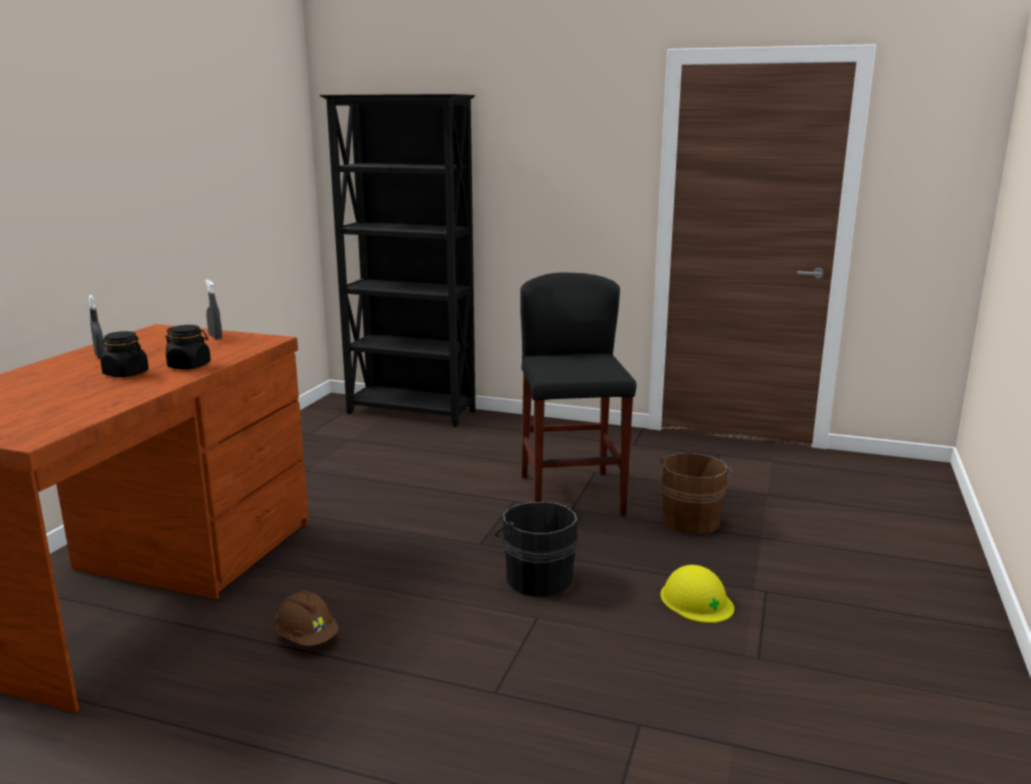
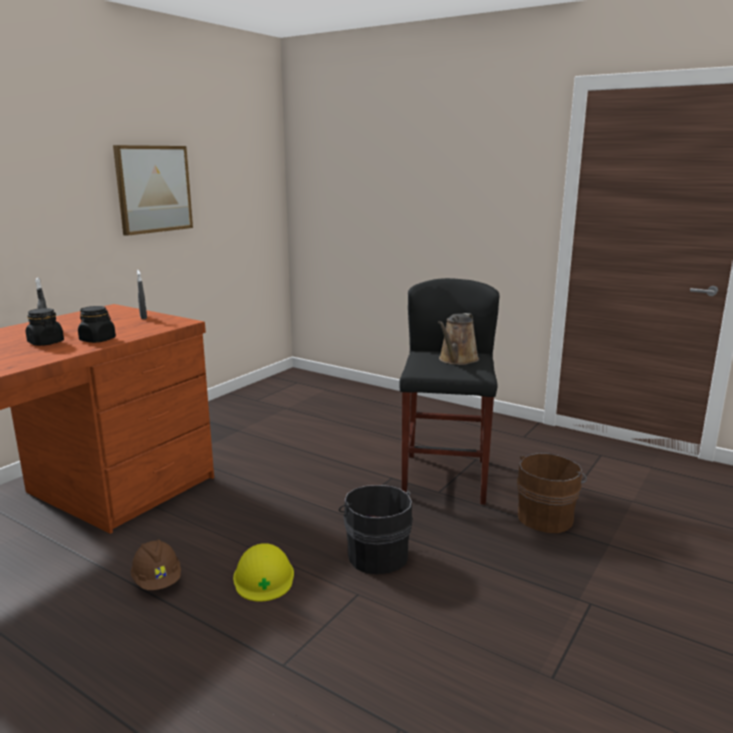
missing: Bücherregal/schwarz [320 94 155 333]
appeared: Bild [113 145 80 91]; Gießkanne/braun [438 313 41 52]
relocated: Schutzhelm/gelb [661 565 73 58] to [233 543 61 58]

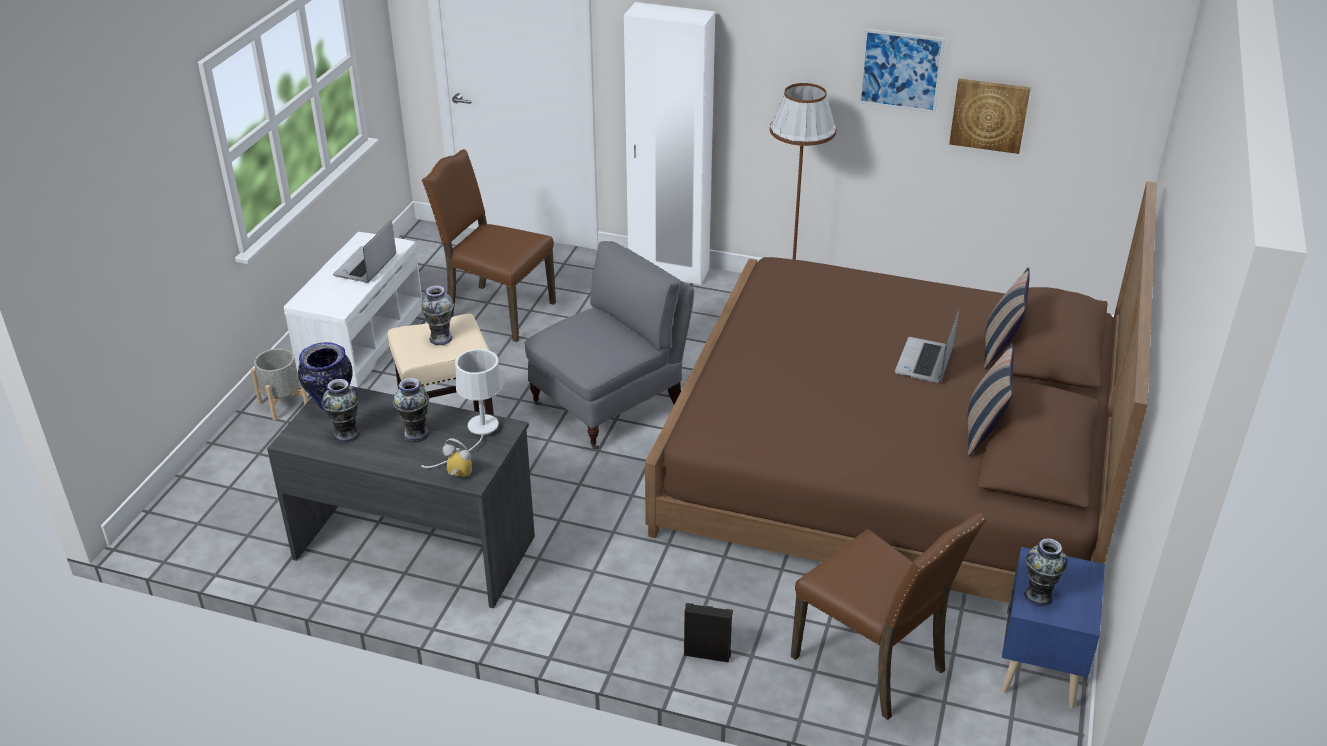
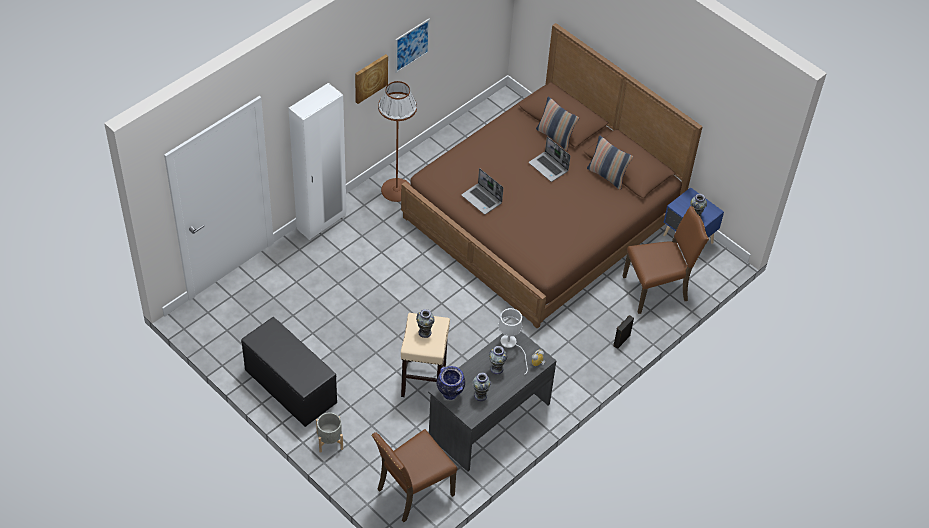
missing: Sessel/grau [524 241 170 208]
relocated: Bild [949 79 82 75] to [355 54 33 50]; Stuhl/braun [422 149 134 193] to [371 429 86 94]; Laptop [333 220 63 63] to [462 168 41 46]
colour: Bank/weiß [284 232 138 155] to Bank/schwarz [241 317 96 110]

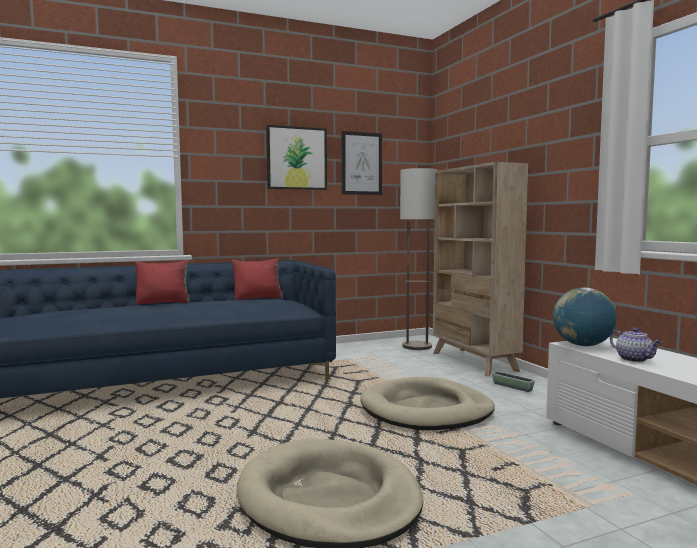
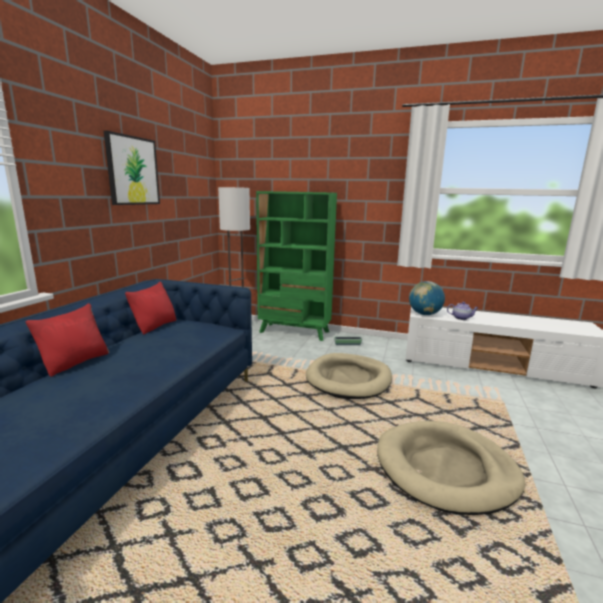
missing: Bild [342 131 40 64]
colour: Bücherregal/beige [433 162 95 214] to Bücherregal/grün [256 191 81 150]

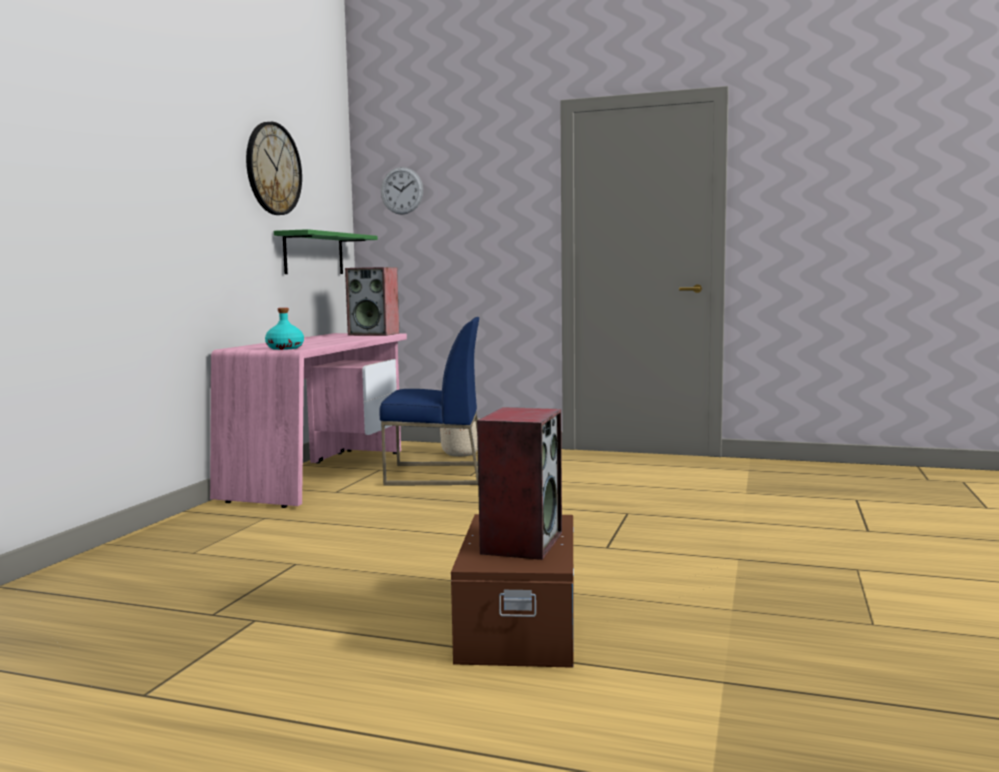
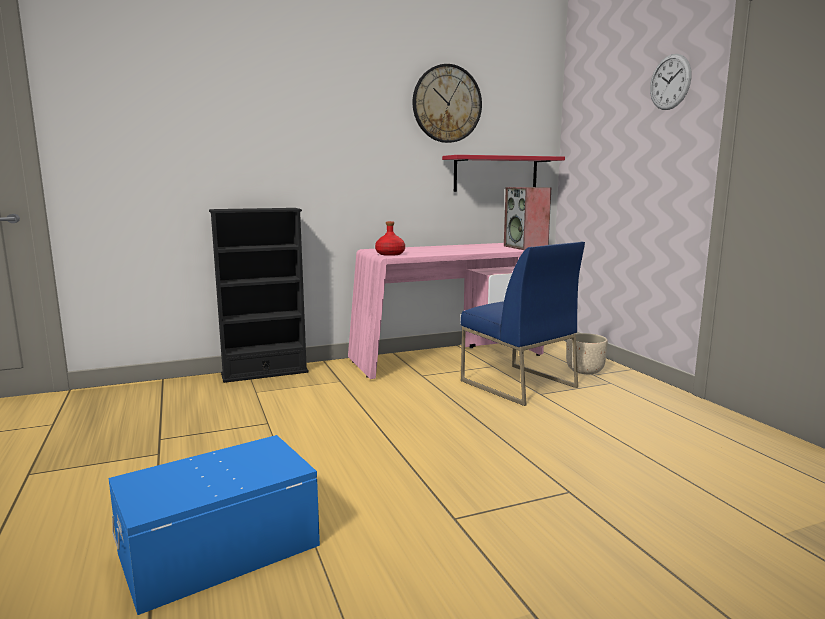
missing: Lautsprecher [477 407 85 153]
appeared: Bücherregal/schwarz [209 208 100 175]
relocated: Wanduhr [381 167 42 48] to [650 54 41 56]
colour: Wandregal/grün [274 229 104 45] to Wandregal/rot [442 155 123 37]; Flasche/türkis [265 308 39 42] to Flasche/rot [375 221 30 35]; Aufbewahrungsbox/braun [451 514 123 154] to Aufbewahrungsbox/blau [108 435 212 180]

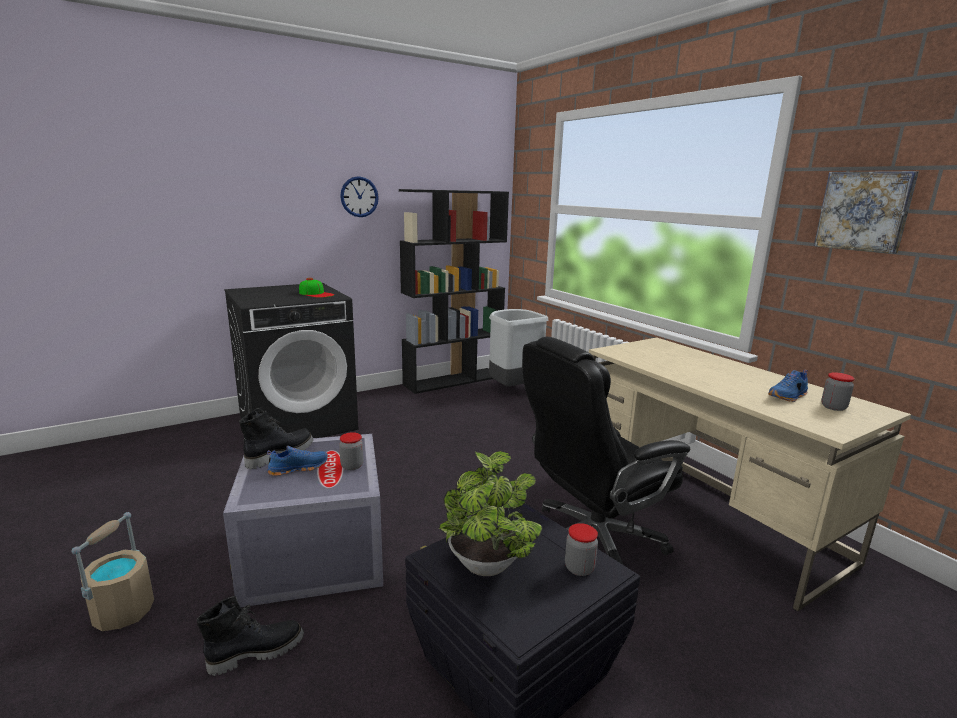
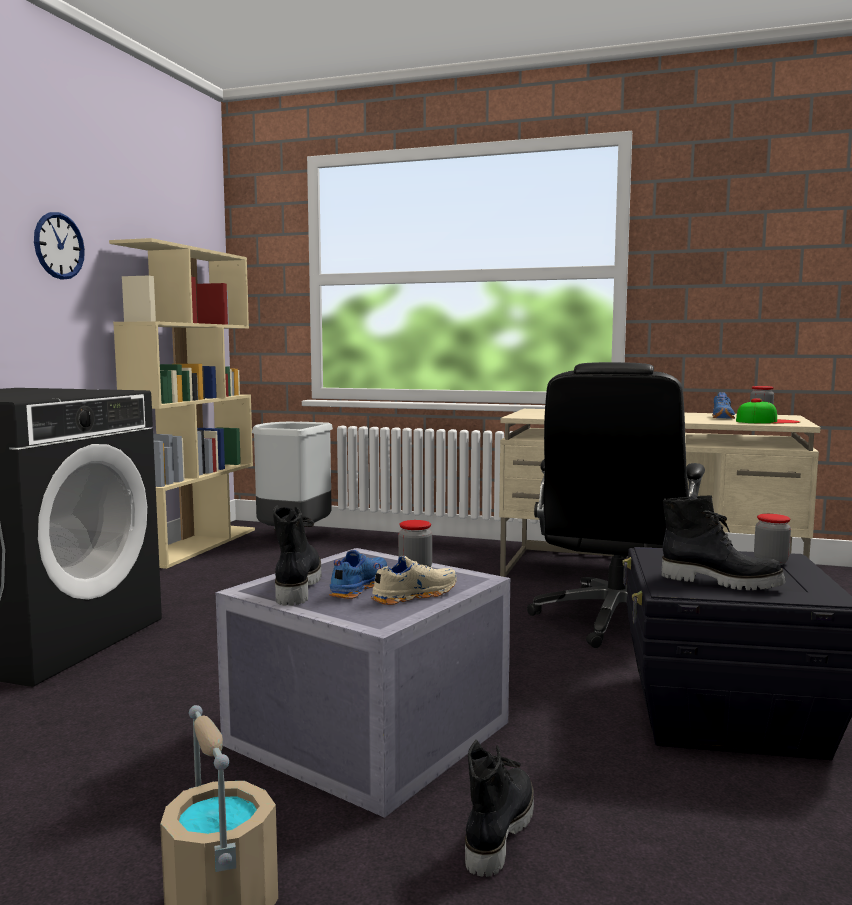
missing: Bild [814 171 105 83]
appeared: Schuh/beige [371 556 86 49]
relocated: Kappe [299 278 35 20] to [736 398 64 26]
exchanged: Topfpflanze [439 451 103 125] to Stiefel/schwarz [661 494 125 96]
colour: Bücherregal/schwarz [399 189 110 205] to Bücherregal/beige [109 238 146 331]

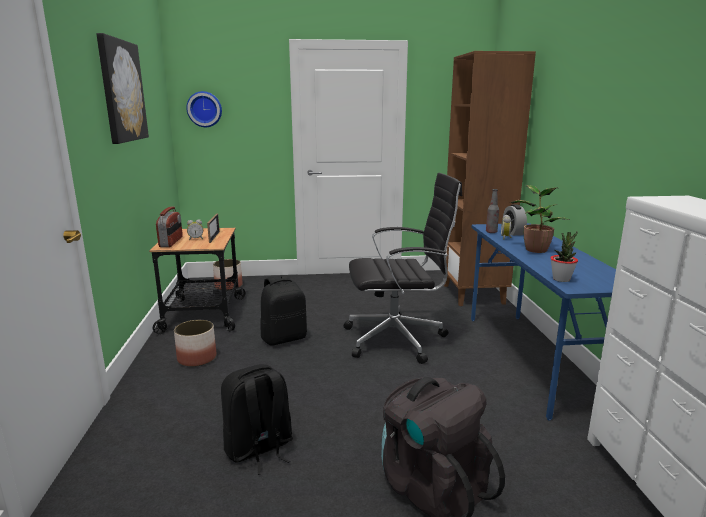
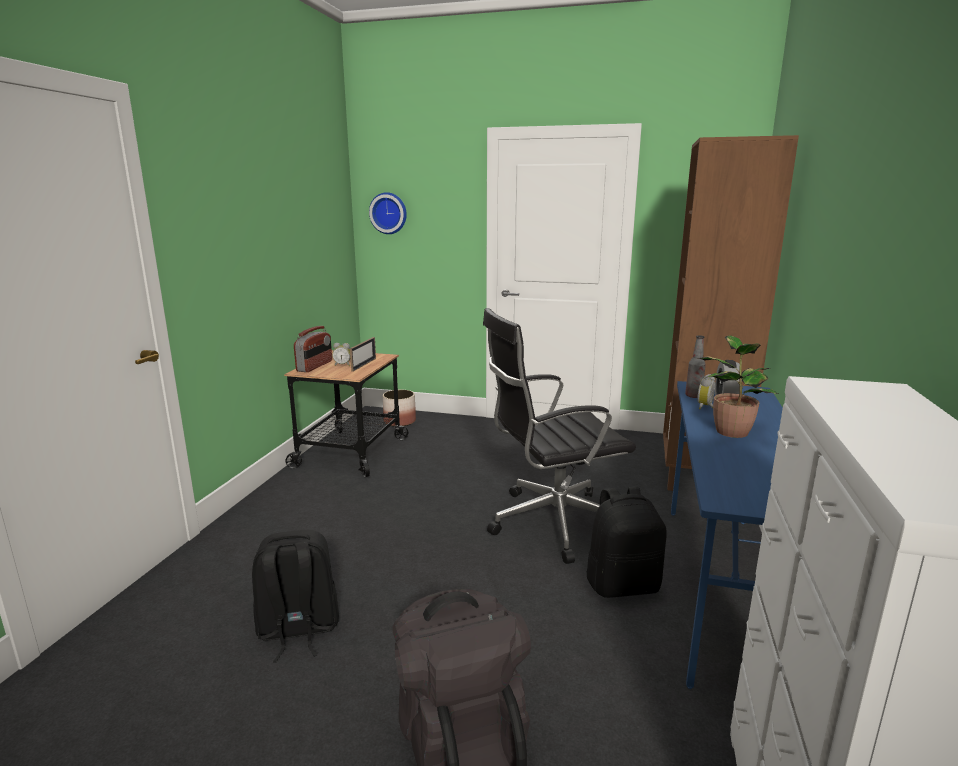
missing: Bild [96 33 53 111]; Topfpflanze [551 231 27 51]; Pflanzkübel [174 320 42 47]
relocated: Rucksack/schwarz [260 275 47 71] to [586 487 81 111]
spun: Bürostuhl/schwarz [343 173 119 191] = [483 308 153 256] 150 degrees clockwise

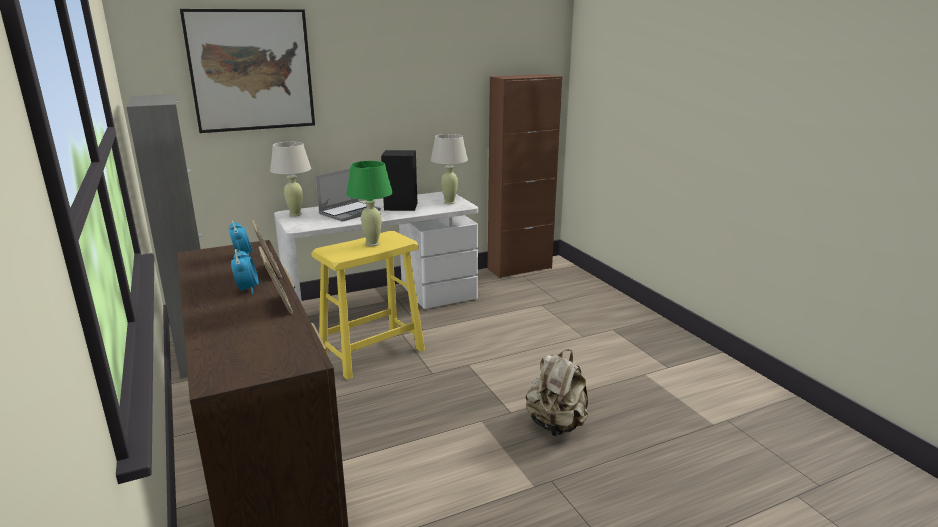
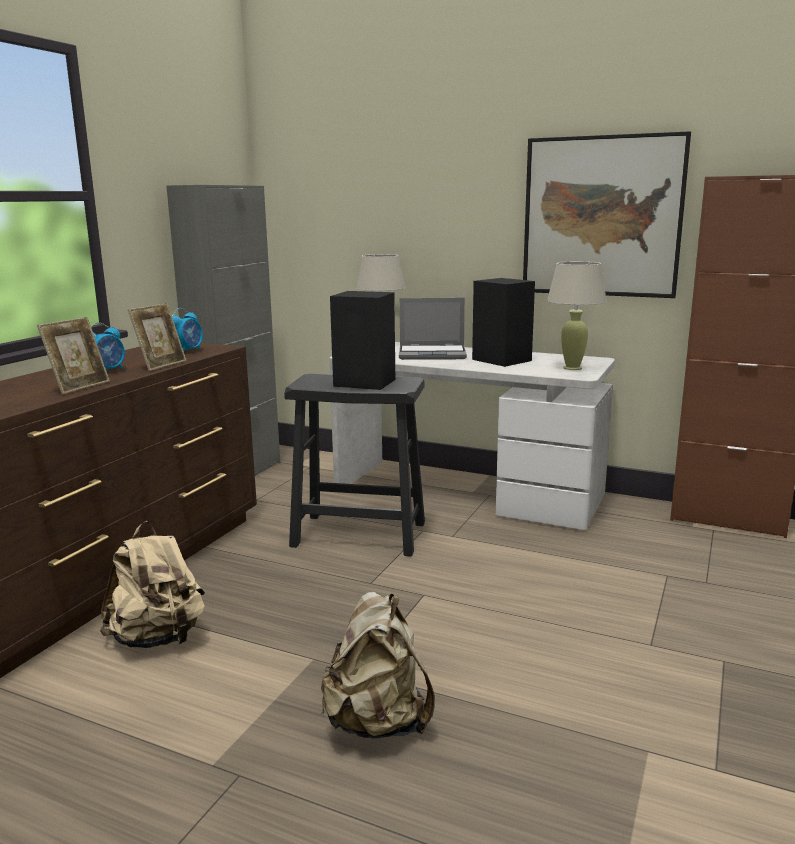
appeared: Rucksack/beige [100 521 105 127]
relocated: Bild [180 9 135 124] to [523 131 168 167]
exchanged: Tischlampe/grün [346 161 47 85] to Lautsprecher/schwarz [330 291 65 99]
colour: Hocker/gelb [311 231 114 149] to Hocker/schwarz [284 374 141 183]

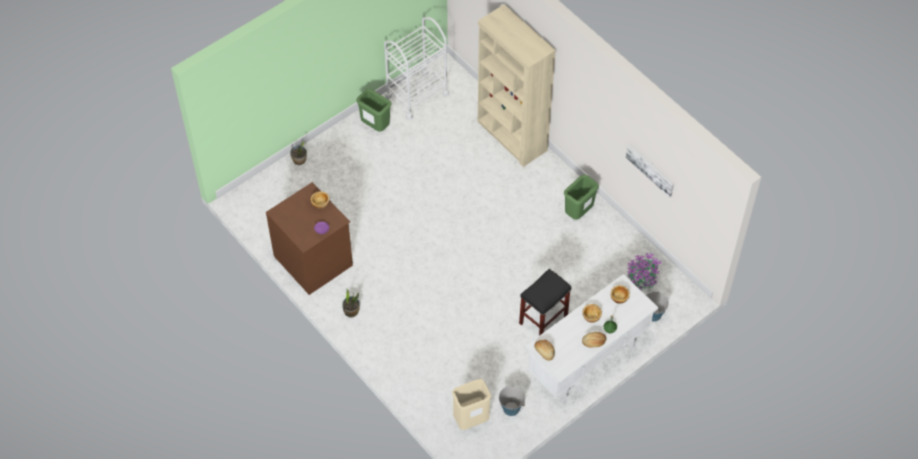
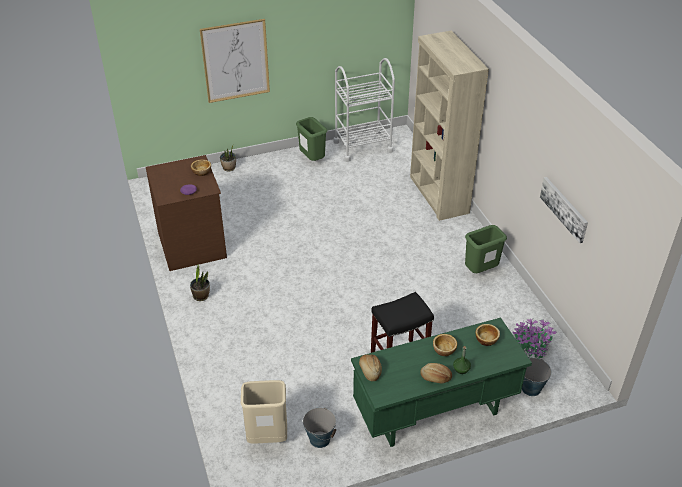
appeared: Bild [200 19 70 84]
colour: Schreibtisch/weiß [526 274 132 124] to Schreibtisch/grün [351 318 181 129]

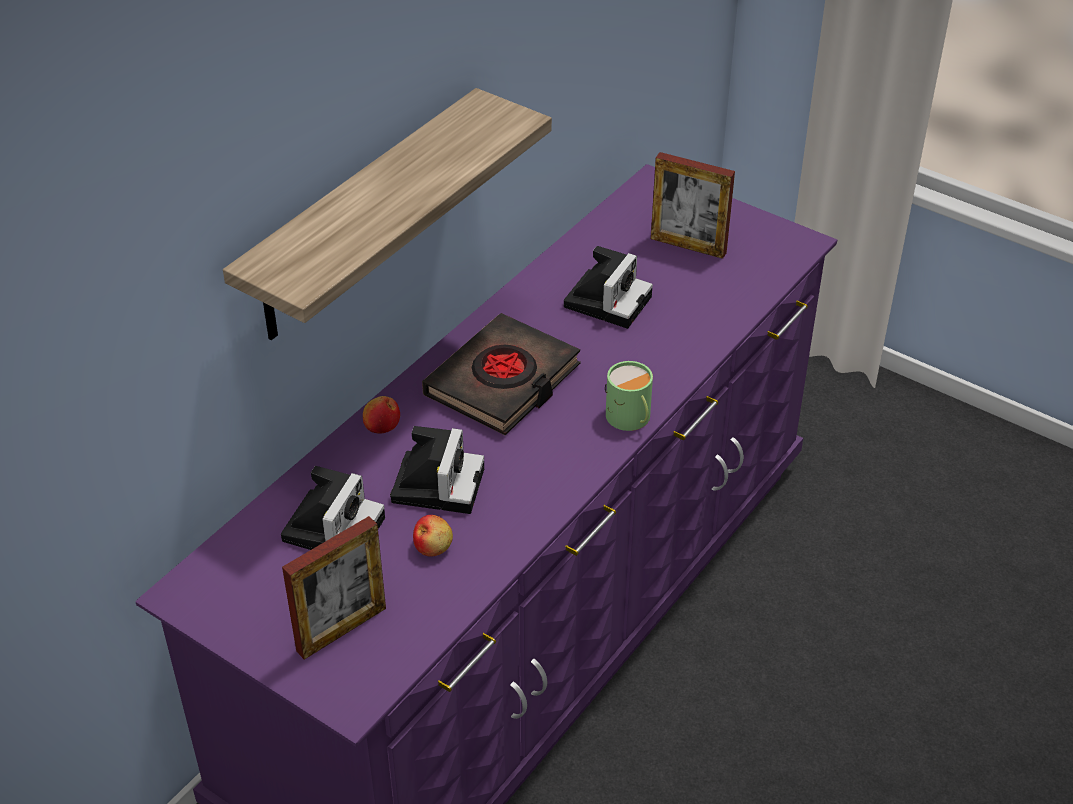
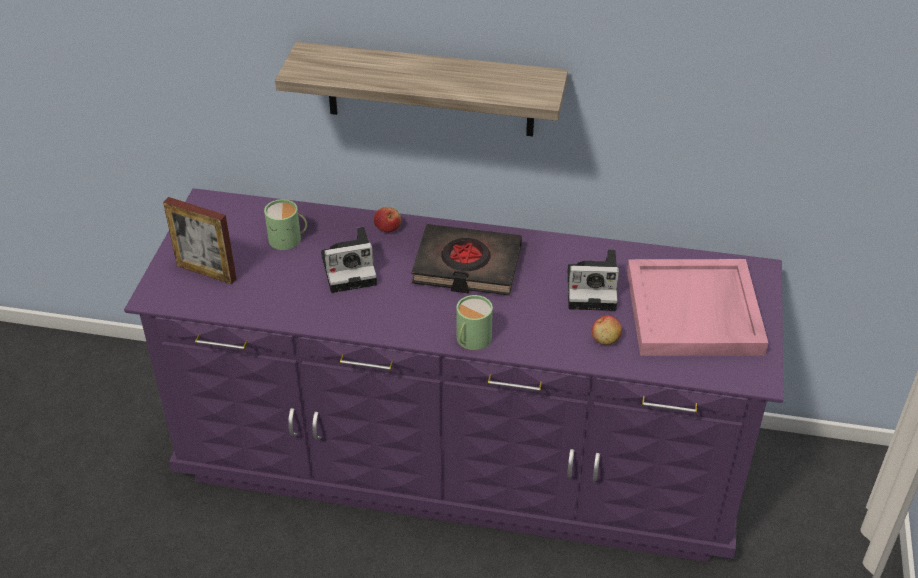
relocated: Apfel [413 515 40 42] to [591 315 31 30]
exchanged: Bilderrahmen [651 152 84 107] to Tablett/rosa [627 259 141 97]; Kamera [281 466 104 84] to Henkelbecher/grün [264 199 43 51]

